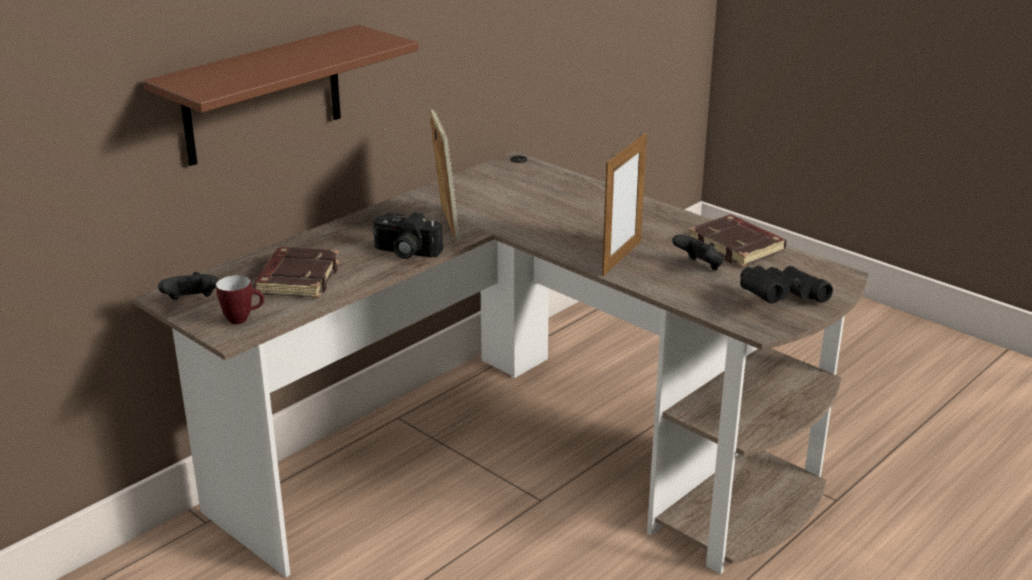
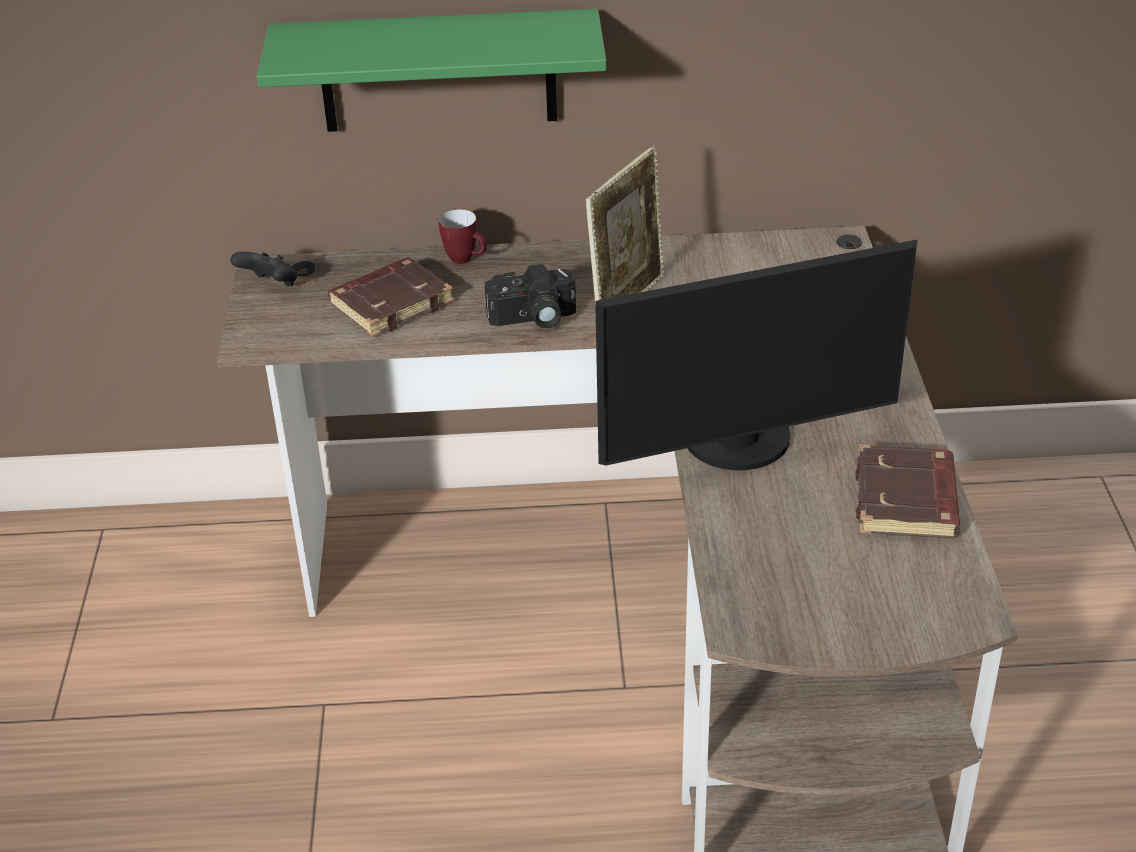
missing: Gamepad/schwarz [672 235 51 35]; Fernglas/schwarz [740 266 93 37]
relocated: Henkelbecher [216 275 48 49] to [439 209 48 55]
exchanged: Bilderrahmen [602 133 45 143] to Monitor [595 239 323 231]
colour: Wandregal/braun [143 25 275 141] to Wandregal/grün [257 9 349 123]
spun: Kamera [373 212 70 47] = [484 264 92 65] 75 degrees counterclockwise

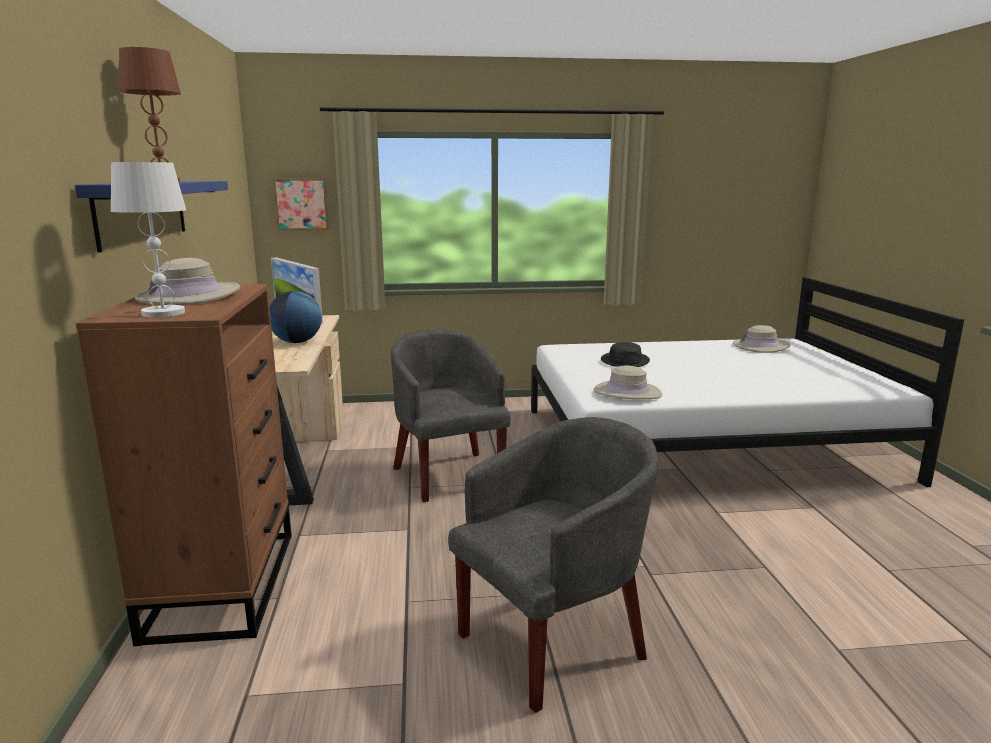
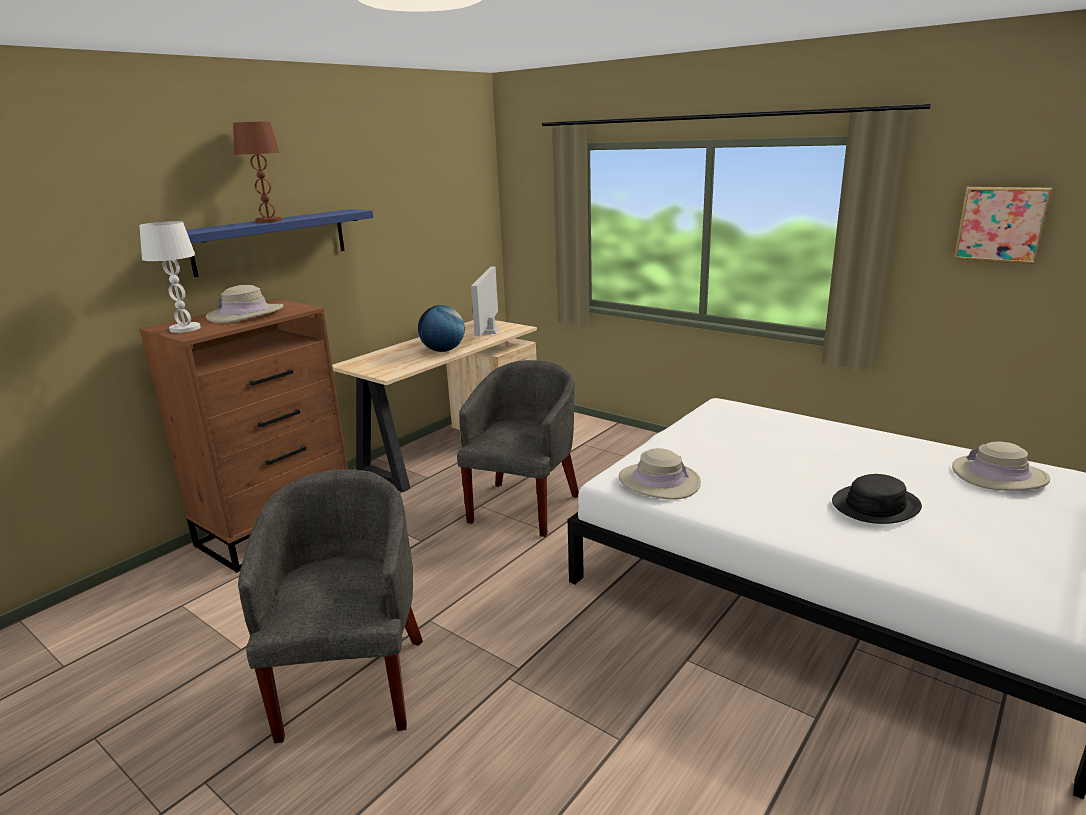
relocated: Bild [273 179 56 51] to [954 187 99 77]; Hut/schwarz [601 342 49 25] to [832 474 90 50]
spun: Sessel/grau [448 417 210 296] = [238 469 185 274] 105 degrees counterclockwise

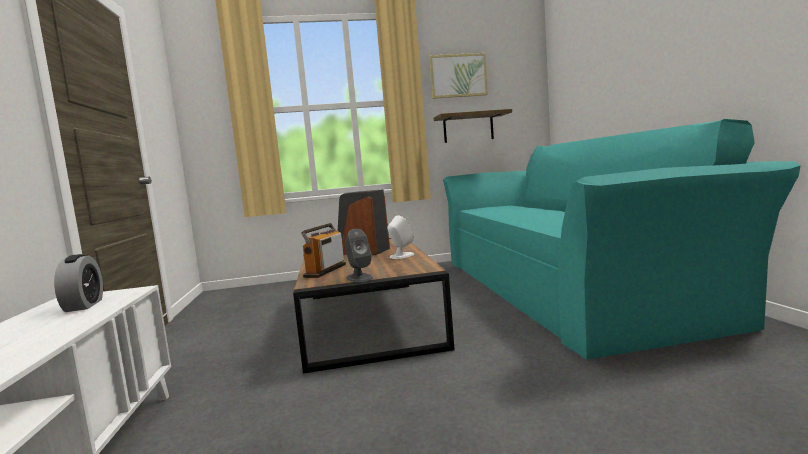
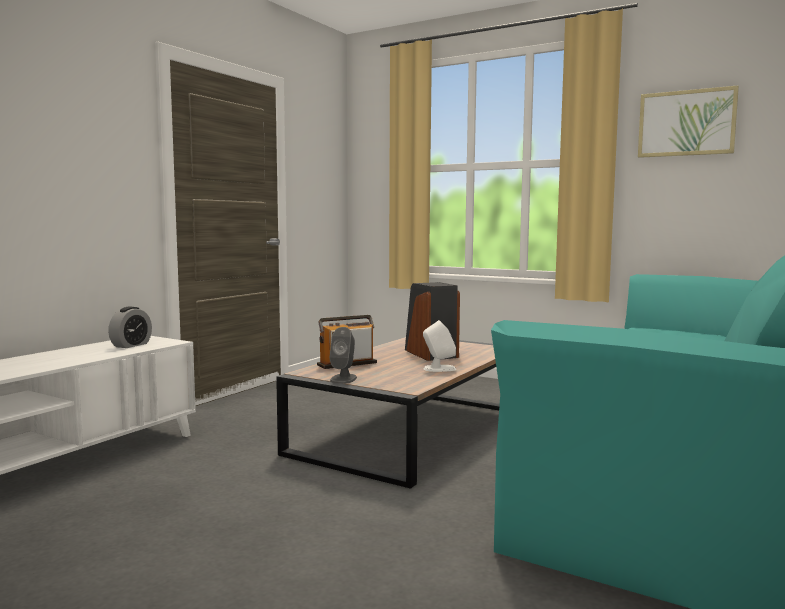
missing: Wandregal [434 109 78 34]

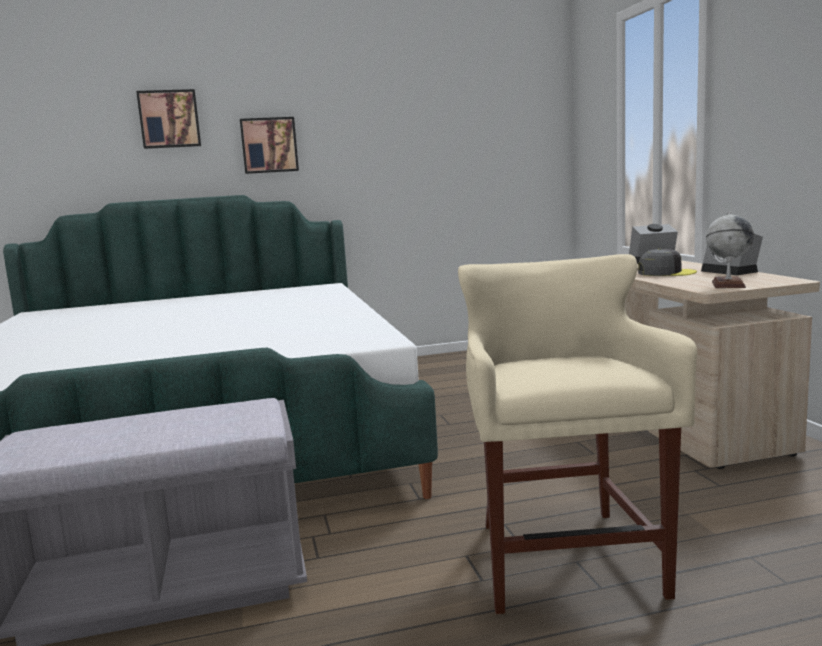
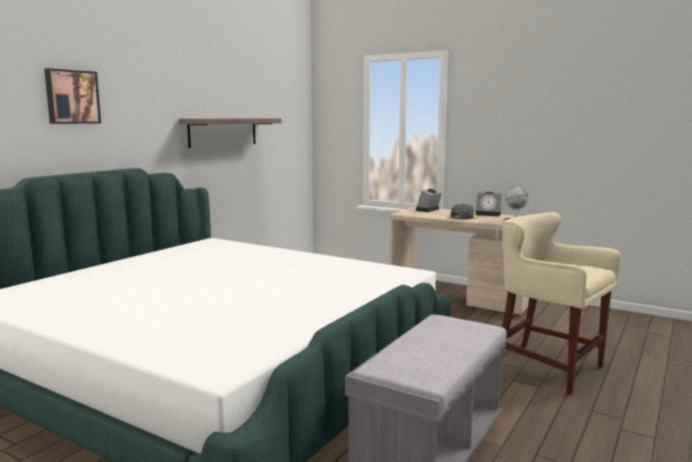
missing: Bild [240 117 59 57]
appeared: Wandregal [179 118 103 30]

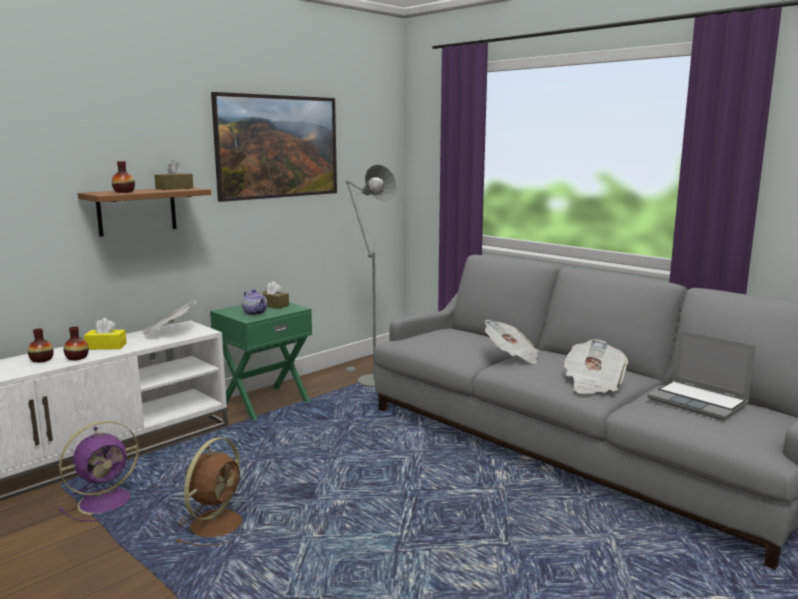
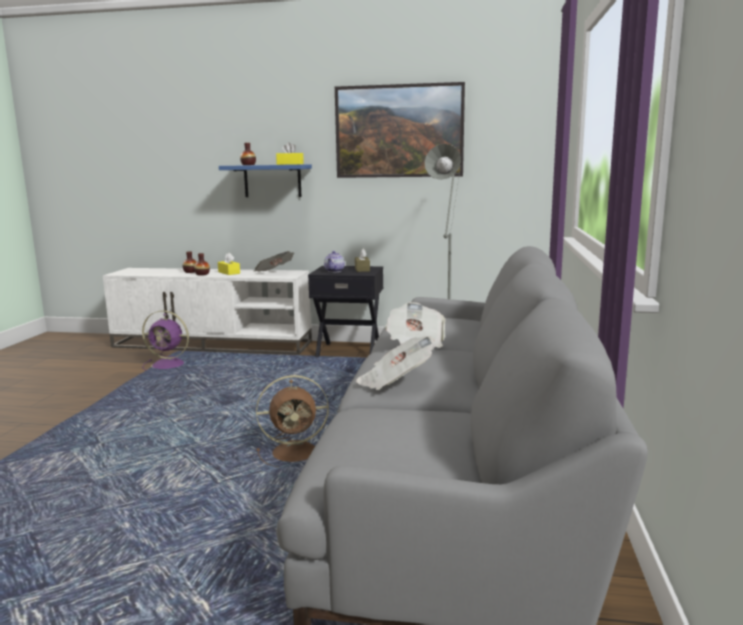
missing: Laptop [647 330 109 91]
relocated: Ventilator/braun [176 437 66 109] to [256 375 73 92]
colour: Taschentuchbox/braun [154 160 39 30] to Taschentuchbox/gelb [276 142 28 23]; Wandregal/braun [78 188 133 49] to Wandregal/blau [219 164 93 33]; Nachttisch/grün [210 303 102 117] to Nachttisch/schwarz [308 266 75 91]

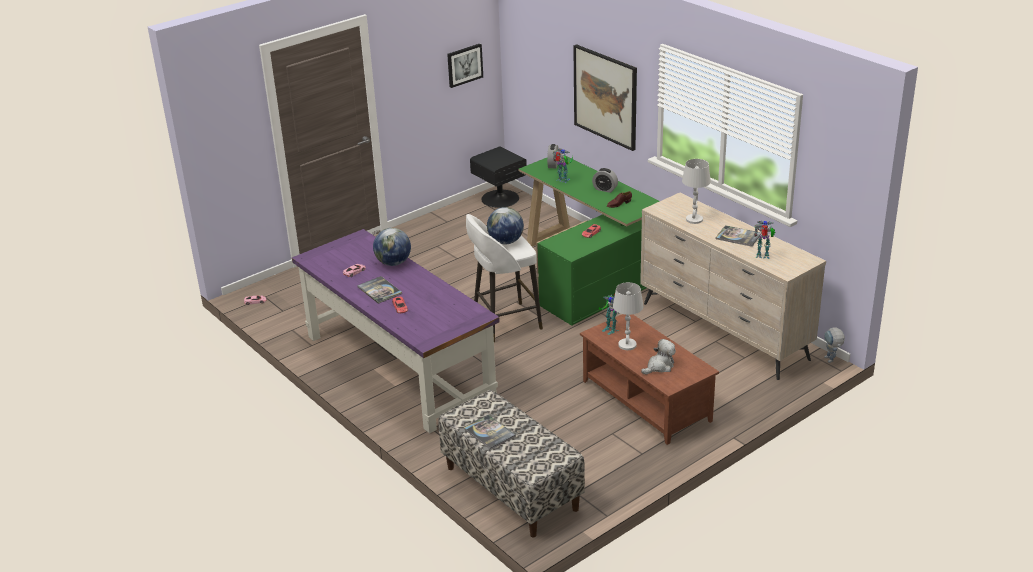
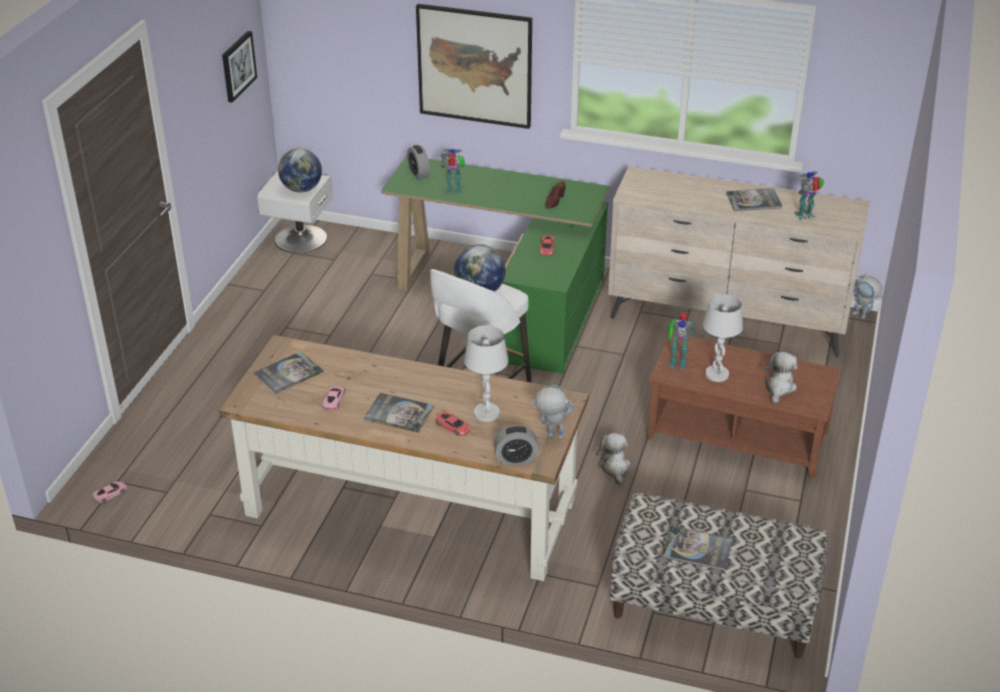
appeared: Buch [254 351 69 43]; Spielzeugroboter [531 385 43 53]; Plüschtier [596 433 34 53]
relocated: Tischlampe/weiß [682 159 29 65] to [464 325 44 97]; Wecker [592 168 26 25] to [494 425 45 40]; Globus [373 228 38 38] to [278 148 44 44]
colour: Nachttisch/schwarz [470 147 57 61] to Nachttisch/weiß [257 171 76 82]; Schreibtisch/lila [292 229 208 205] to Schreibtisch/braun [219 335 370 246]

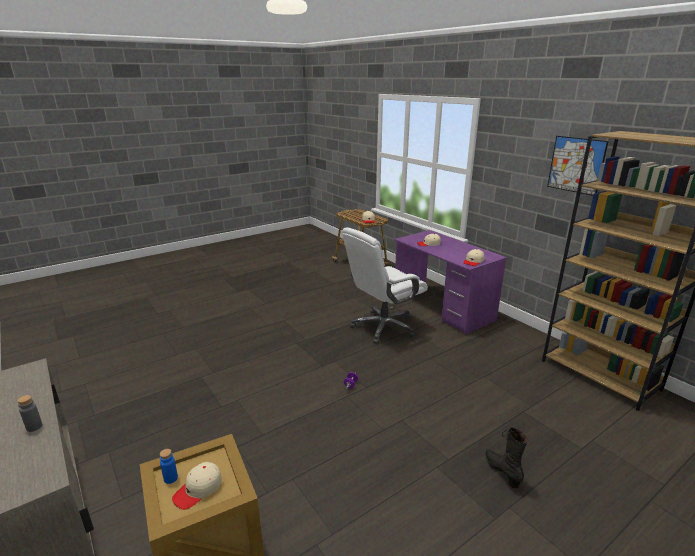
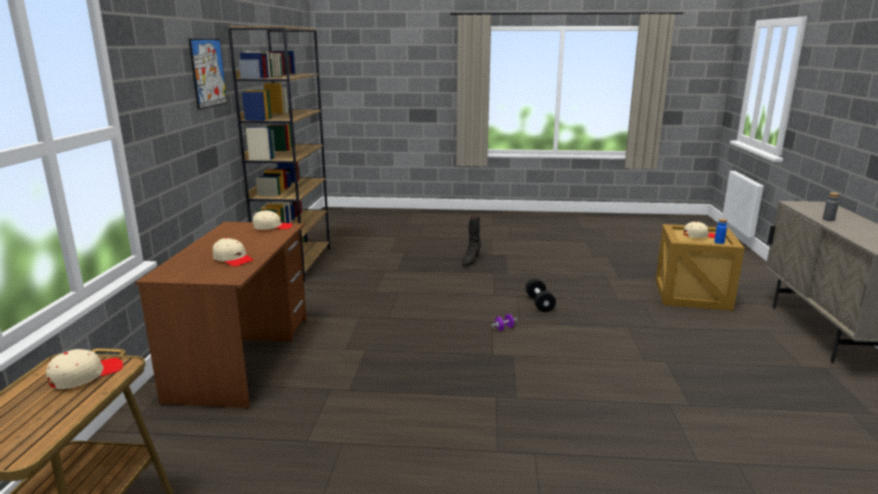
missing: Bürostuhl/weiß [342 227 86 117]
appeared: Hantel/schwarz [525 278 31 34]
colour: Schreibtisch/lila [394 230 113 105] to Schreibtisch/braun [135 222 172 187]

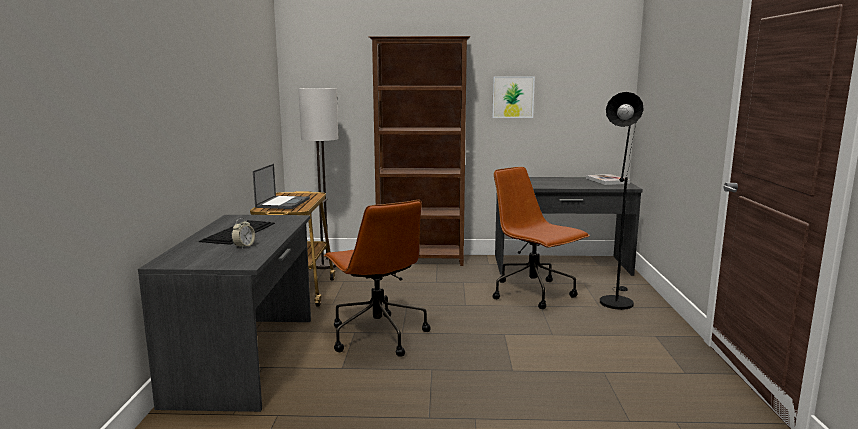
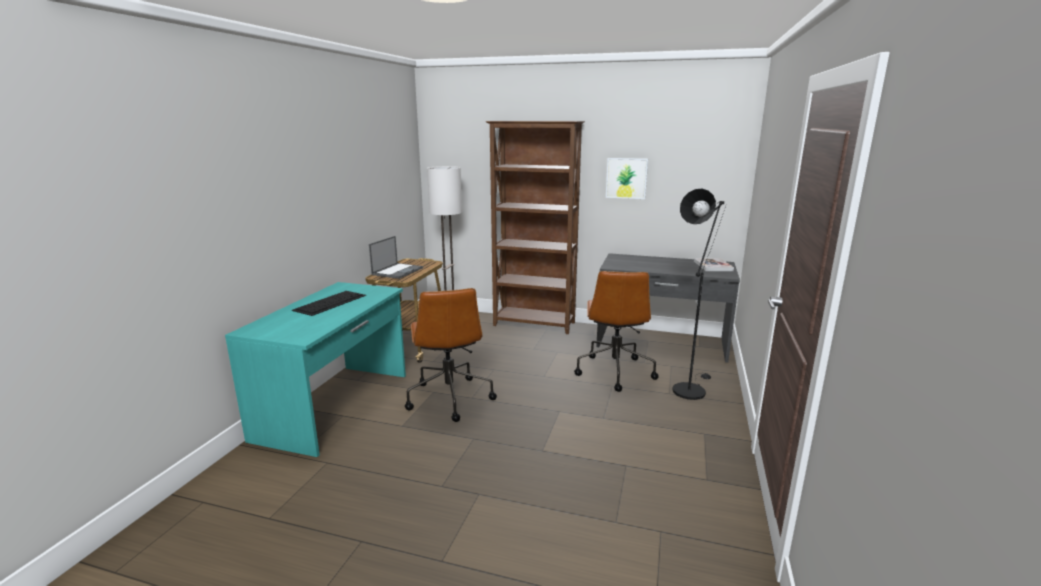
missing: Wecker [232 218 23 30]
colour: Schreibtisch/grau [138 215 173 197] to Schreibtisch/türkis [225 282 181 175]
spun: Bürostuhl/braun [493 167 97 142] = [574 271 85 121] 150 degrees counterclockwise

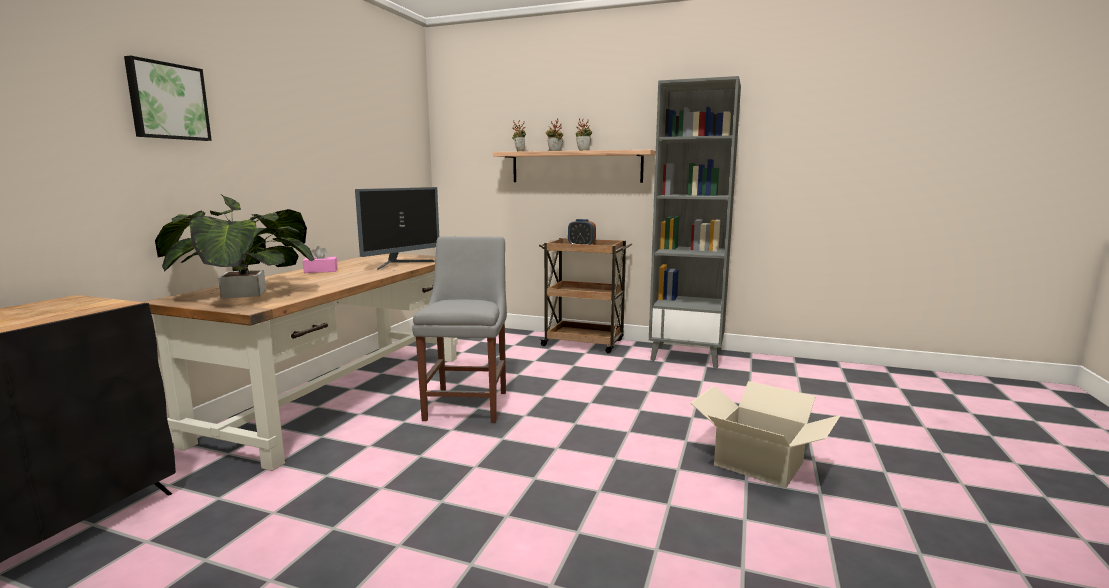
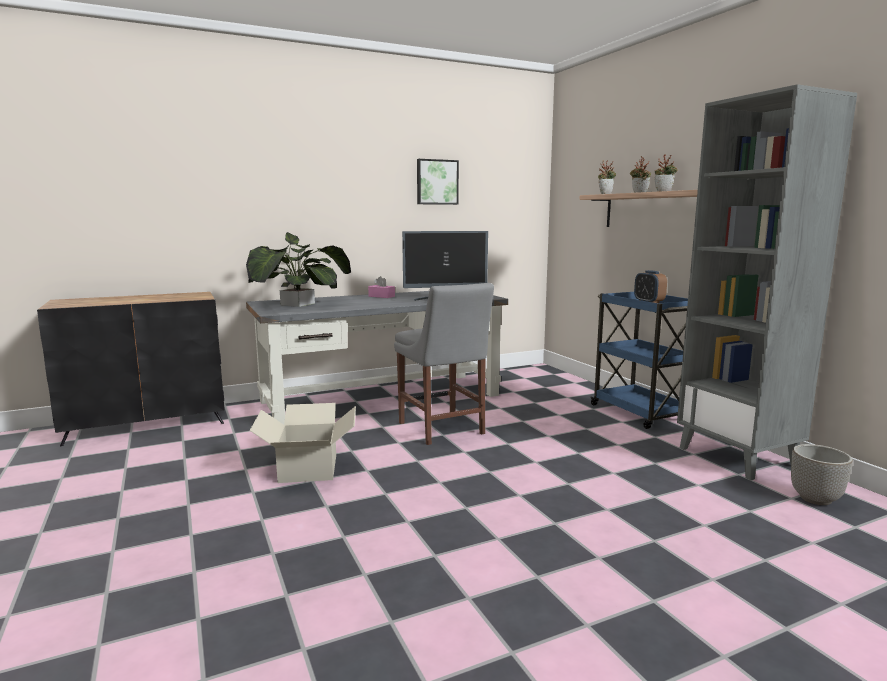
appeared: Pflanzkübel [791 444 62 61]
relocated: Bild [124 56 88 85] to [417 159 42 46]; Karton [691 381 149 107] to [250 403 106 80]
colour: Rollwagen/braun [538 238 94 115] to Rollwagen/blau [590 292 98 137]; Schreibtisch/braun [144 253 314 218] to Schreibtisch/grau [246 291 262 134]
spun: Stuhl/grau [412 236 95 187] = [394 283 100 162] 105 degrees clockwise

